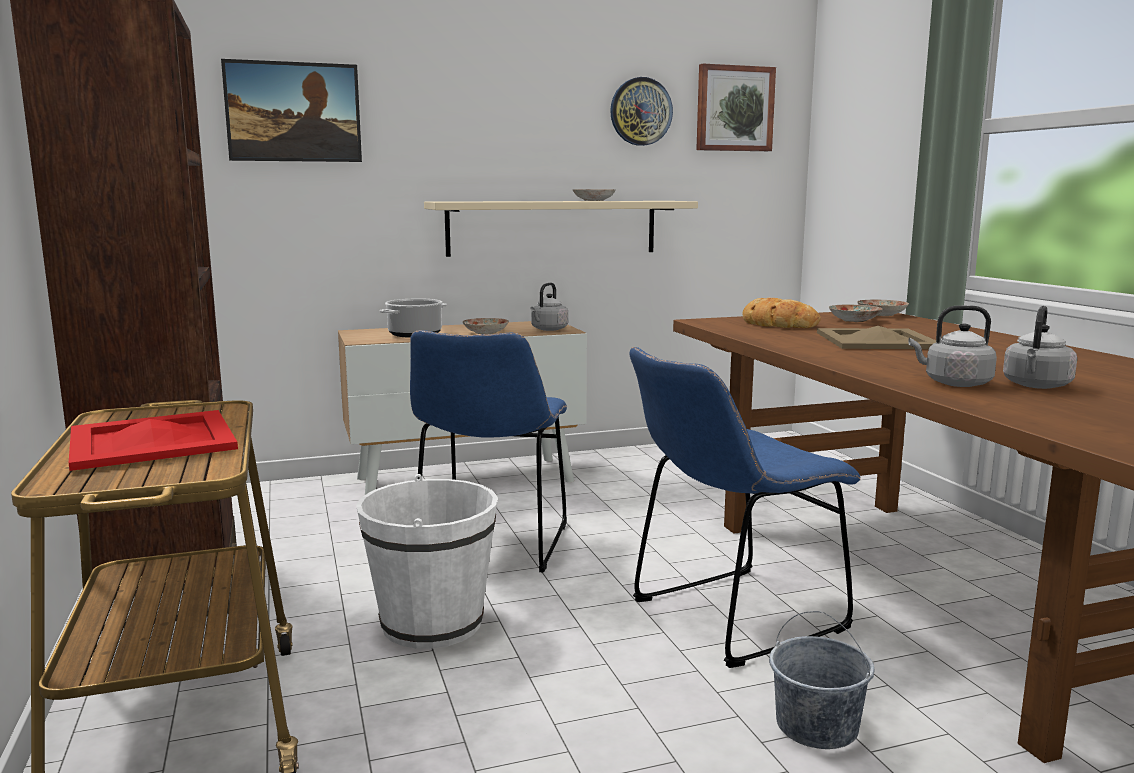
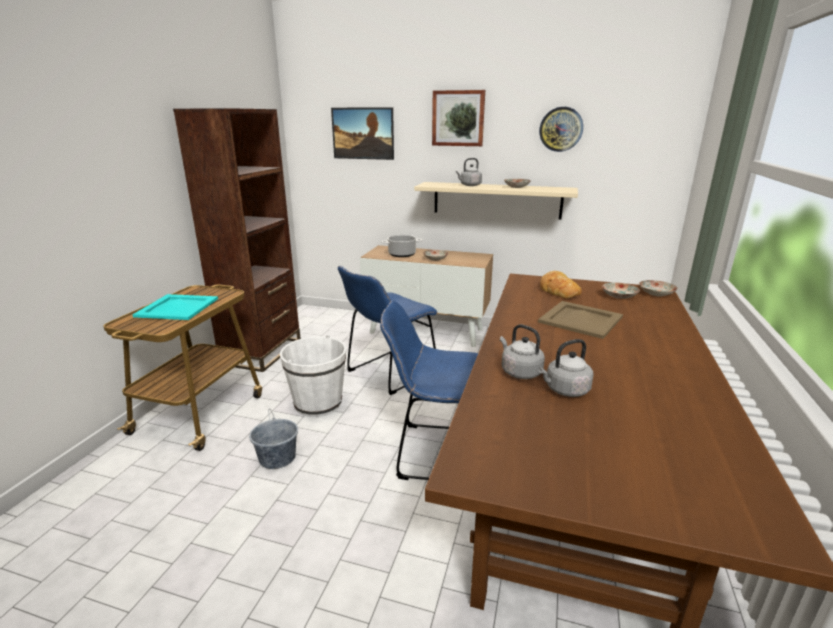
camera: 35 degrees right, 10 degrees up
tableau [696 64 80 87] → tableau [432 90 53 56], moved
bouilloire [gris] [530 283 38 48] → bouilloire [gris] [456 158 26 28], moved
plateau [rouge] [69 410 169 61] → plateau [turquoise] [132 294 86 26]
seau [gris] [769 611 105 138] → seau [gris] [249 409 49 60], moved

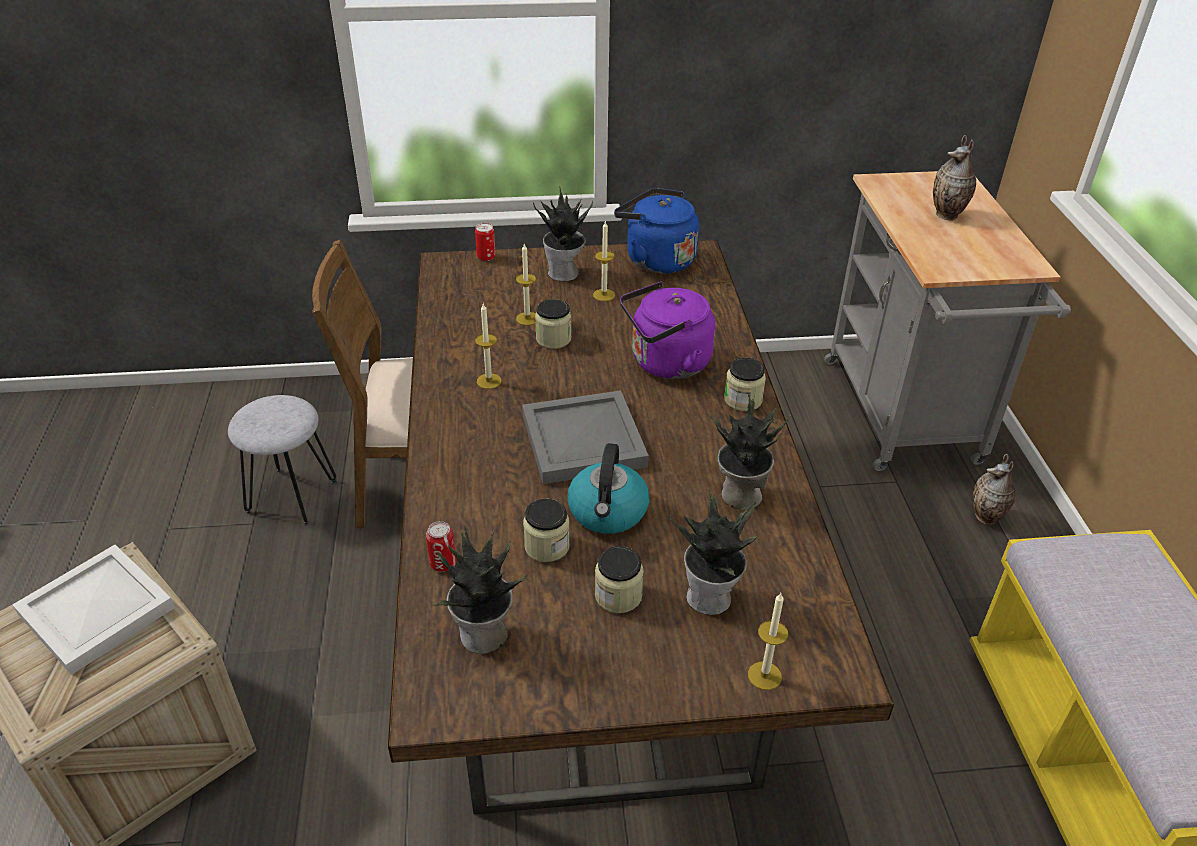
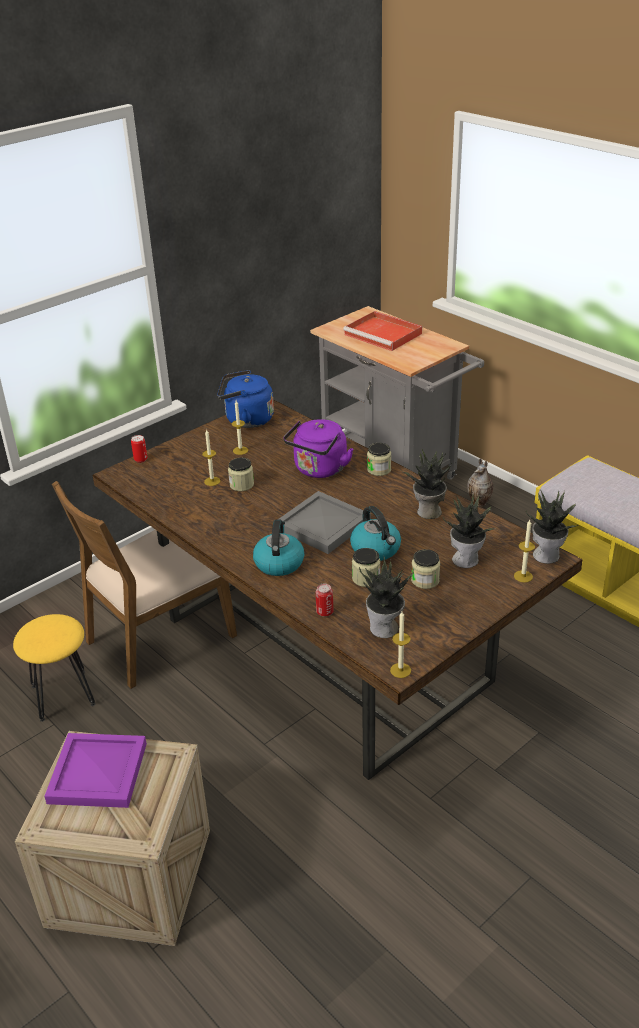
camera: 35 degrees left, 5 degrees down
vase [933 135 43 85] → plateau [rouge] [343 311 79 40]
plante en pot [533 186 60 95] → plante en pot [526 489 54 75], moved
bougie [475 304 27 85] → bougie [390 612 21 66], moved
tabouret [gris] [228 395 109 131] → tabouret [jaune] [13 614 82 108]
plateau [blanc] [13 545 162 130] → plateau [violet] [44 733 103 75]
- → bouilloire [253 520 51 56]

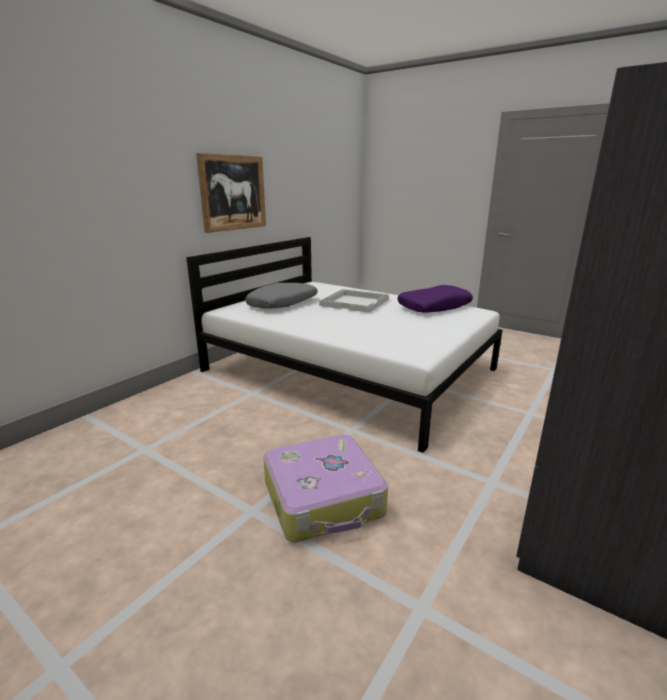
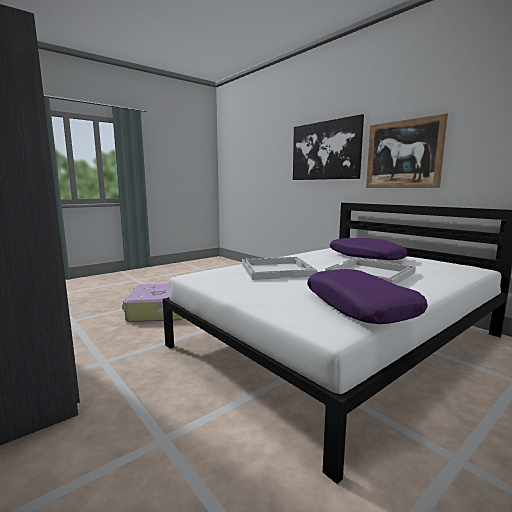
camera: 105 degrees right, 10 degrees down
coussin [gris] [245 283 73 26] → coussin [violet] [330 238 77 22]
- → tableau [293 114 71 66]
- → plateau [blanc] [242 257 76 23]

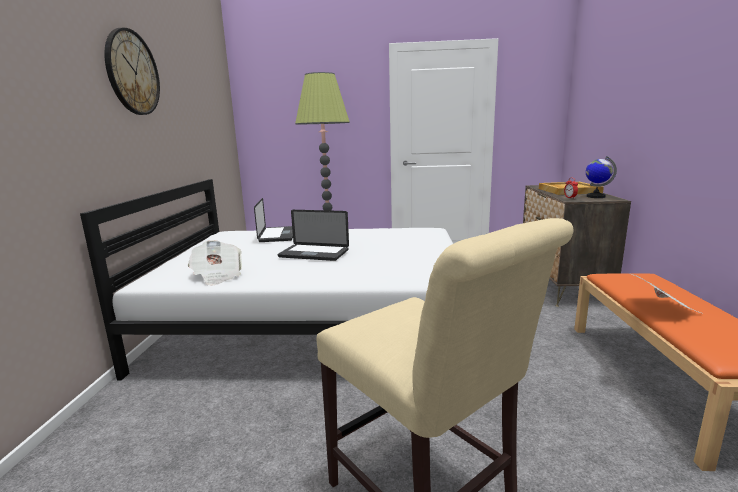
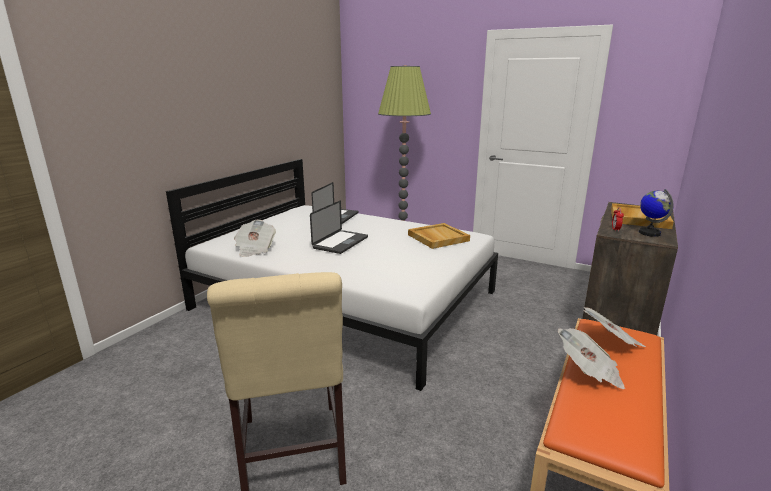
camera: 25 degrees right, 5 degrees up
horloge murale [104 28 56 87] → -
ordinateur portable [278 210 71 51] → ordinateur portable [310 201 58 53], 105 degrees counterclockwise
- → plateau [beige] [408 223 62 26]
- → journal [583 307 63 40]

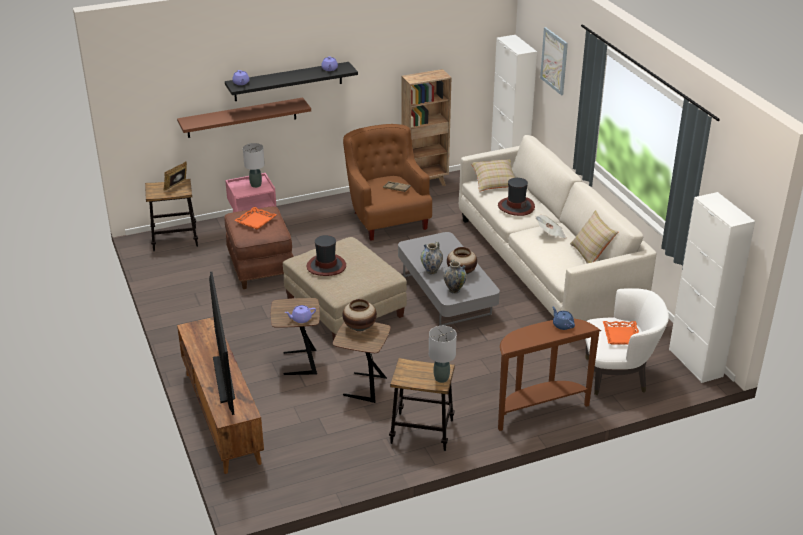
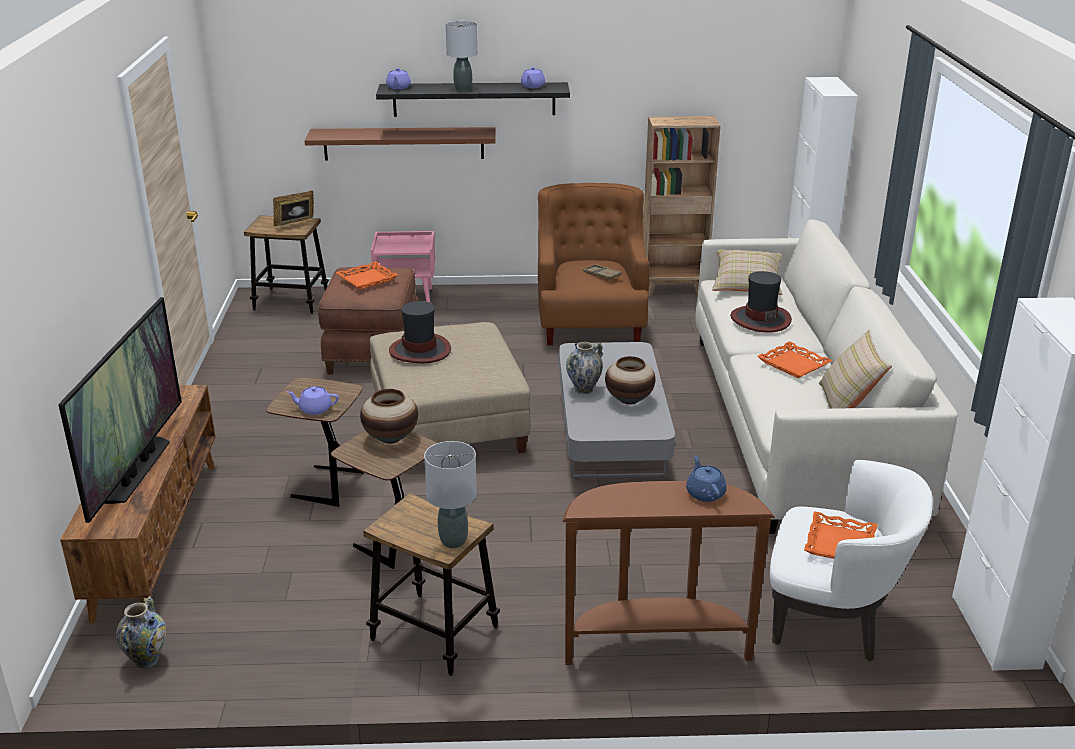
camera: 20 degrees right, 5 degrees down
tableau [540 27 28 69] → -
lampe de table [gris] [243 143 22 45] → lampe de table [gris] [446 21 32 70], moved
journal [535 215 31 24] → plateau [orange] [757 341 75 37]
vase [443 259 24 35] → vase [116 596 51 73], moved

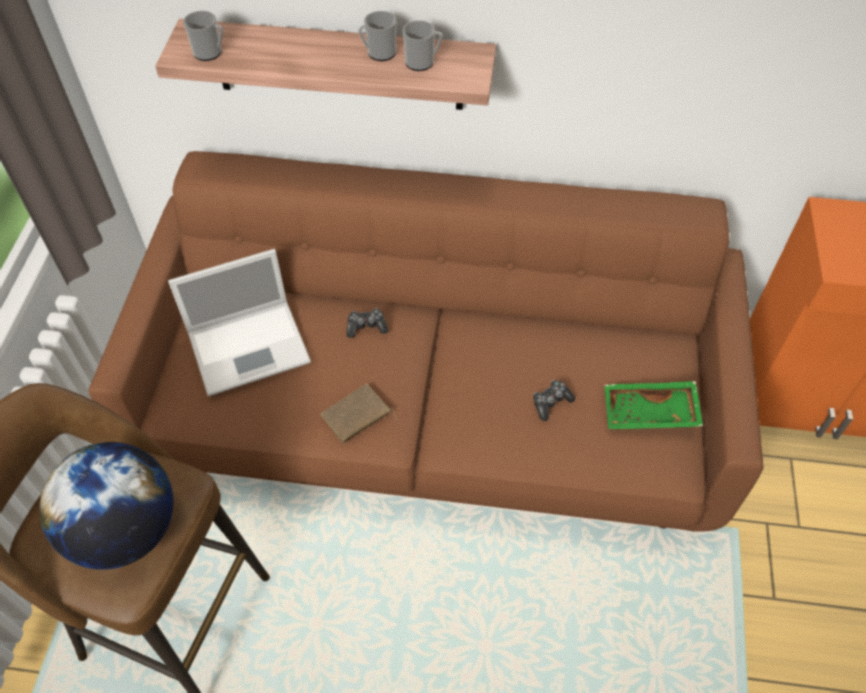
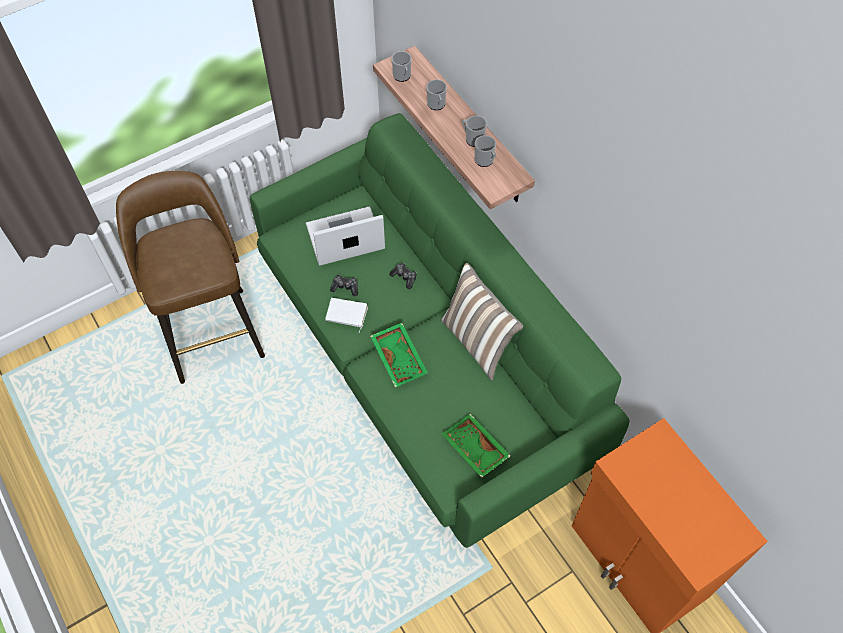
camera: 50 degrees right, 5 degrees up
canapé [marron] [88 151 675 381] → canapé [vert] [250 113 379 435]
ordinateur portable [168 249 143 148] → ordinateur portable [306 206 79 60], 135 degrees clockwise
manette [533 380 42 41] → manette [330 275 28 21], moved
livre [marron] [321 384 77 59] → livre [blanc] [325 298 43 35]
globe [39 442 134 128] → -
- → mug [426 79 21 31]
- → coussin [441 263 82 118]
- → plateau [vert] [370 323 58 65]

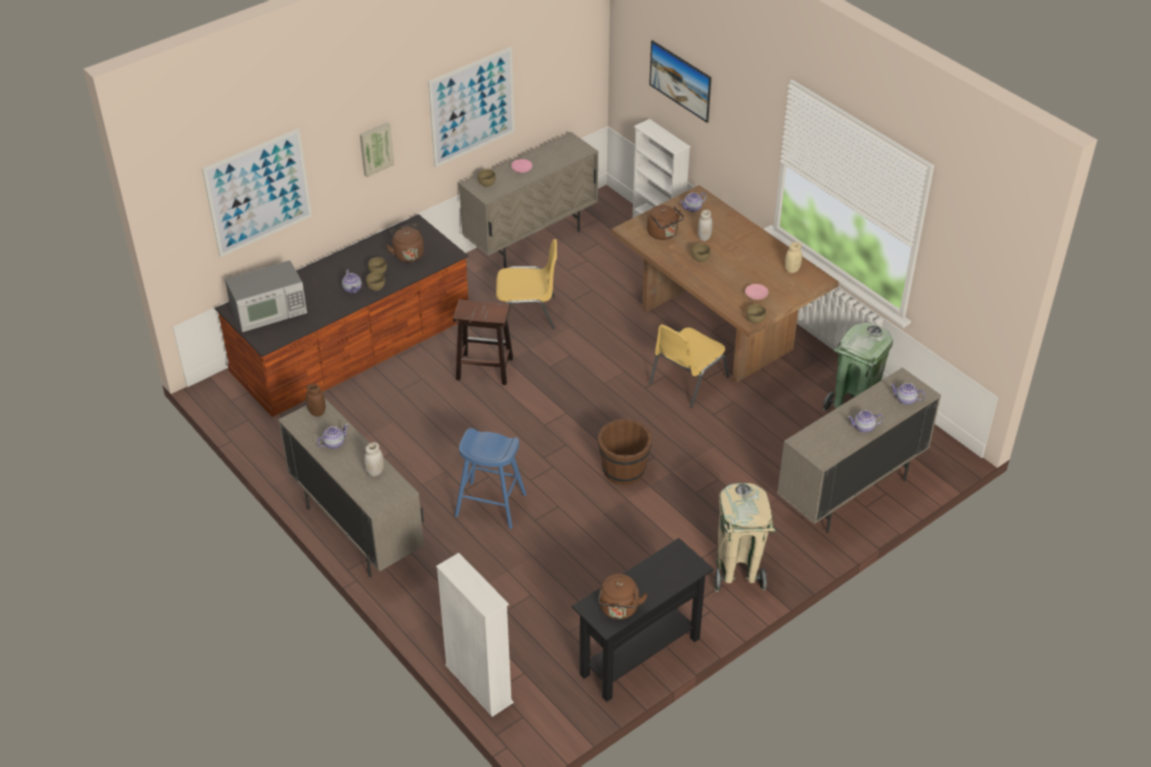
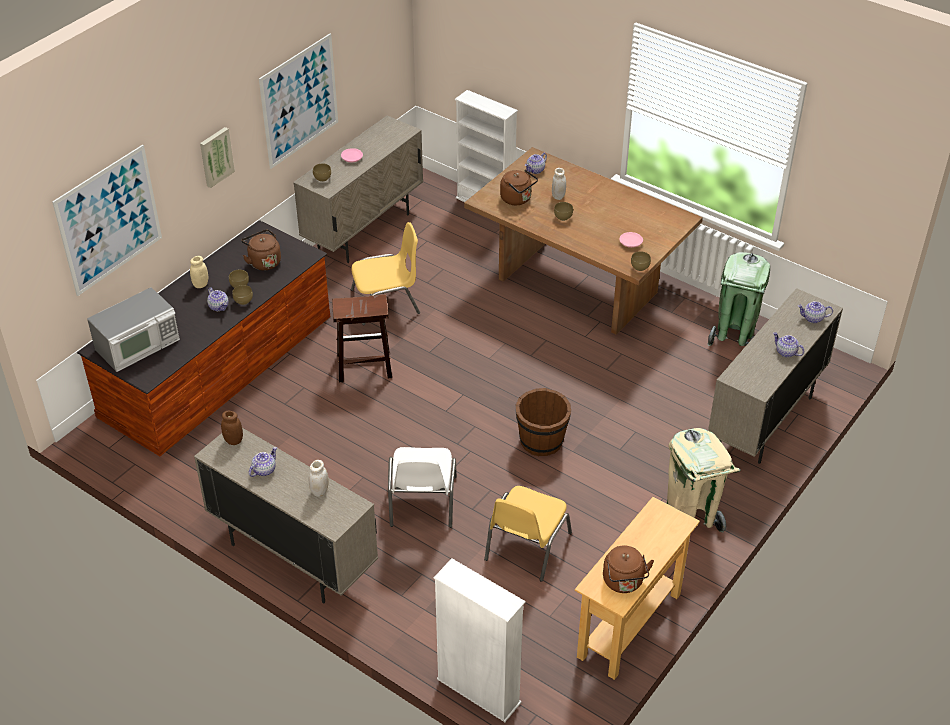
camera: 15 degrees left, 0 degrees up
tableau [649 40 62 83] → -
bocal [beige] [785 242 17 31] → bocal [beige] [190 256 18 32], moved
chaise [jaune] [649 324 80 84] → chaise [jaune] [484 486 88 96], moved
théière [848 410 36 23] → théière [773 332 31 25], 60 degrees clockwise
tabouret [bleu] [455 428 72 101] → chaise [blanc] [388 447 69 81]
table console [noir] [572 538 142 164] → table console [beige] [575 497 125 183]

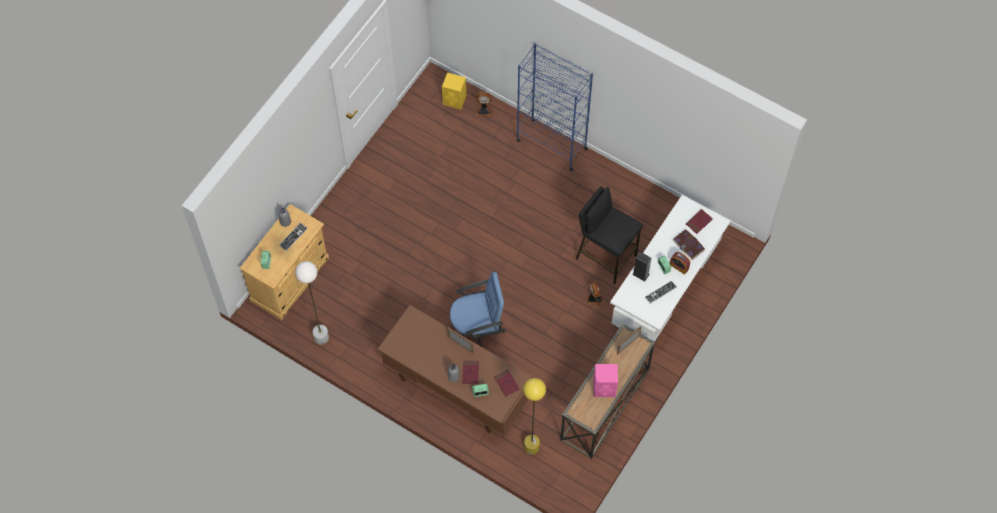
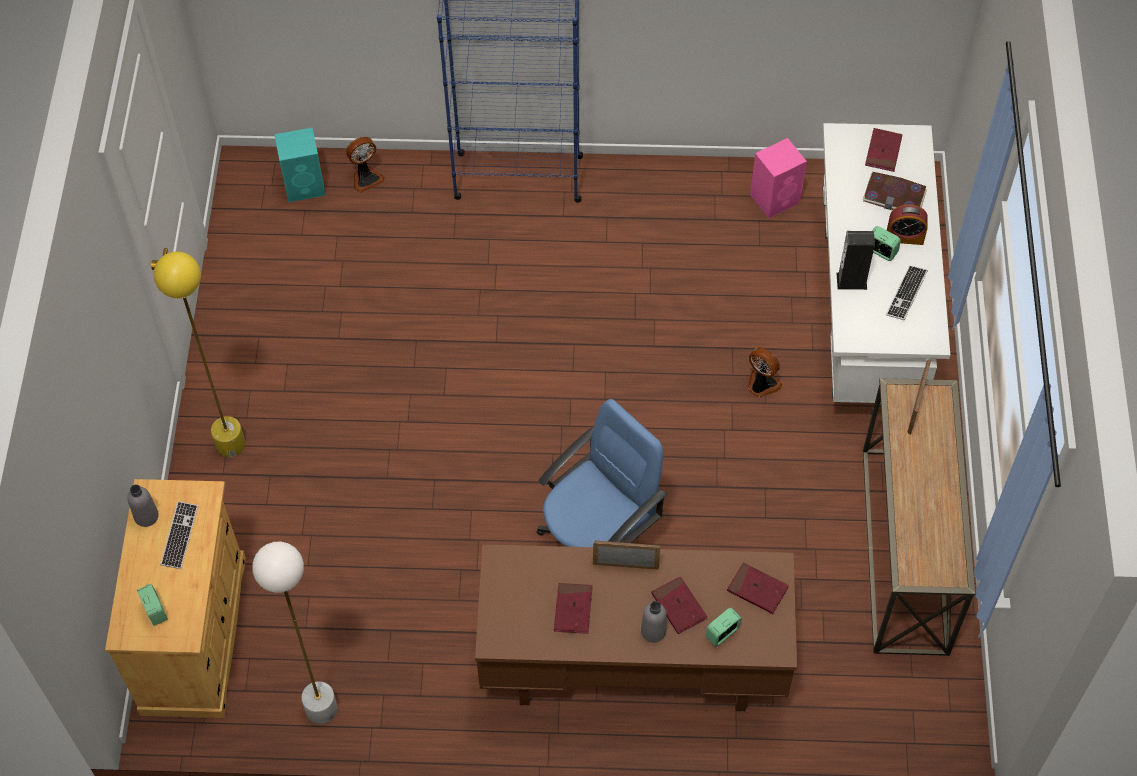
camera: 30 degrees left, 5 degrees down
enceinte [jaune] [442 73 24 37] → enceinte [turquoise] [274 128 52 74]
tabouret [noir] [576 186 67 99] → -
enceinte [rose] [593 364 25 33] → enceinte [rose] [750 138 57 80], moved
lampadaire [jaune] [523 378 23 77] → lampadaire [jaune] [154 251 91 206], moved
- → livre [rouge] [554 583 38 51]

